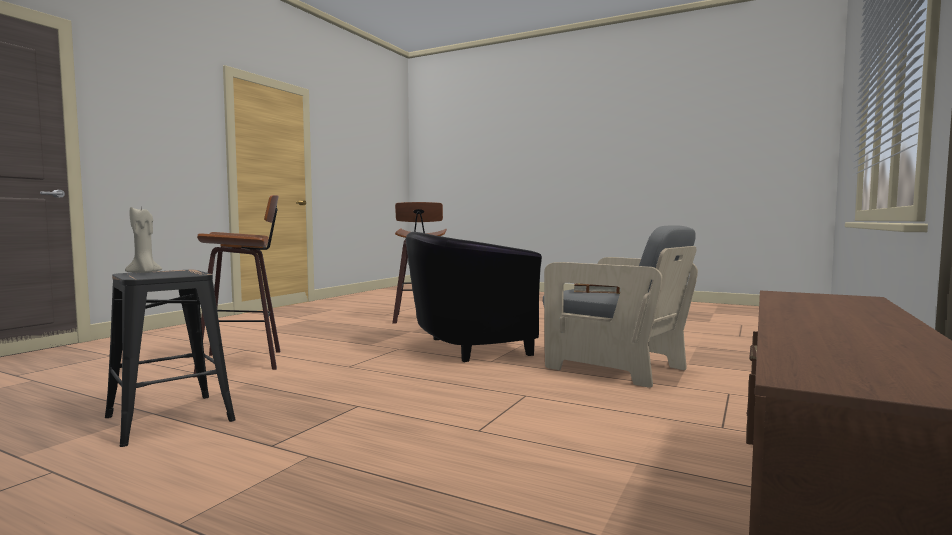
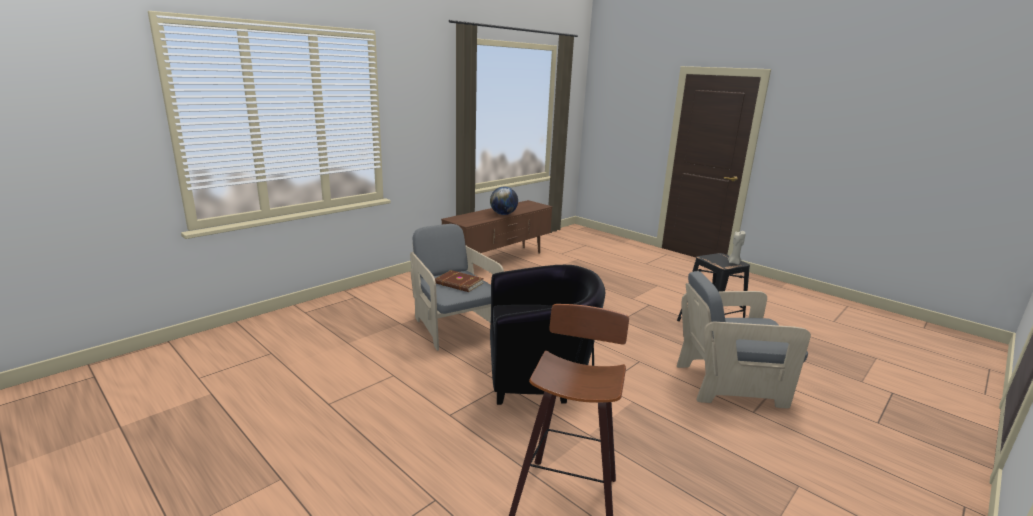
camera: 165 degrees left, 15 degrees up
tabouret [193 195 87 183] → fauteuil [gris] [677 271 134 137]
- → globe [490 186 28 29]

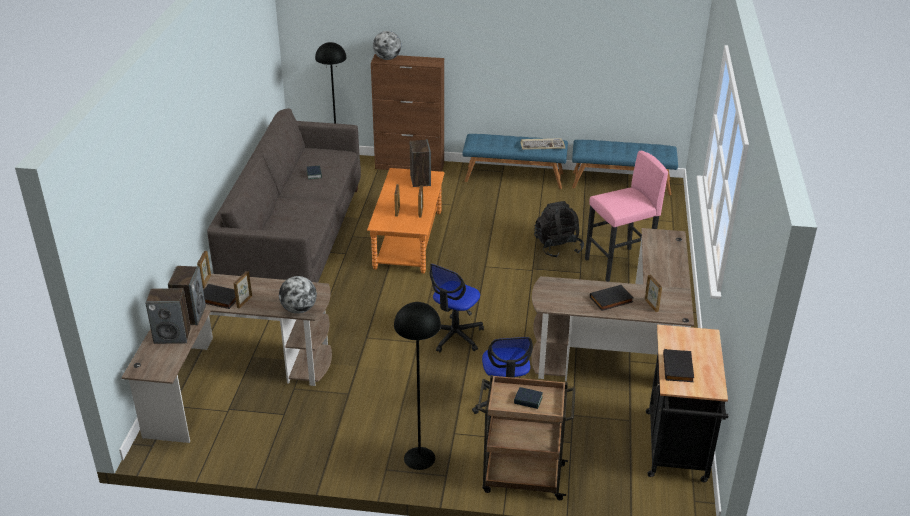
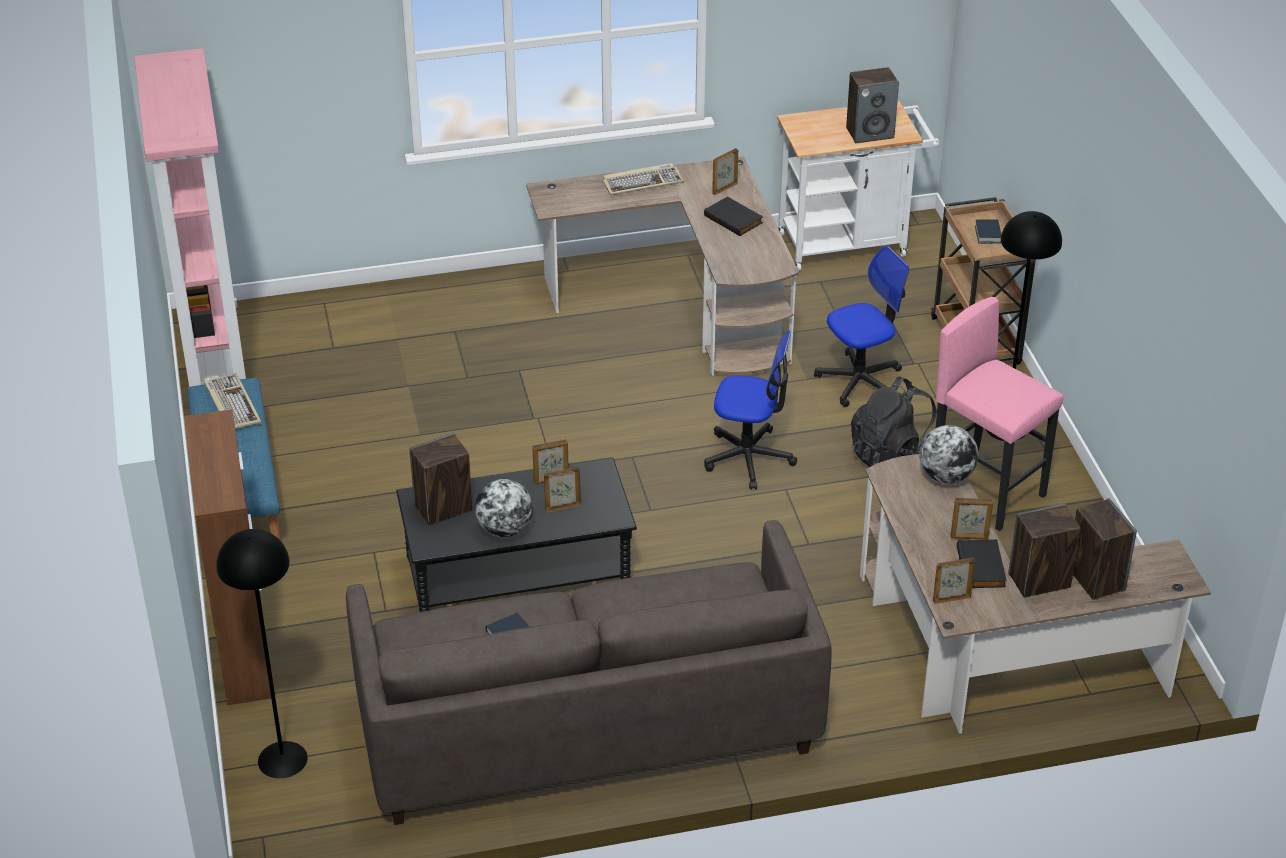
camera: 110 degrees left, 5 degrees up
globe [373 31 28 29] → globe [475 479 58 59], moved
banc [bleu] [572 140 106 55] → bibliothèque [rose] [134 48 112 339]
tabouret [rose] [585 151 83 131] → tabouret [rose] [936 297 127 234], moved
table basse [orange] [367 168 78 105] → table basse [noir] [396 457 241 155]
sac à dos [noir] [534 201 50 57] → sac à dos [noir] [851 377 86 90], moved
chariot [noir] [646 325 82 157] → chariot [blanc] [777 101 162 170]
livre [noir] [663 349 31 33] → enceinte [846 67 53 76]
- → clavier [603 163 81 33]

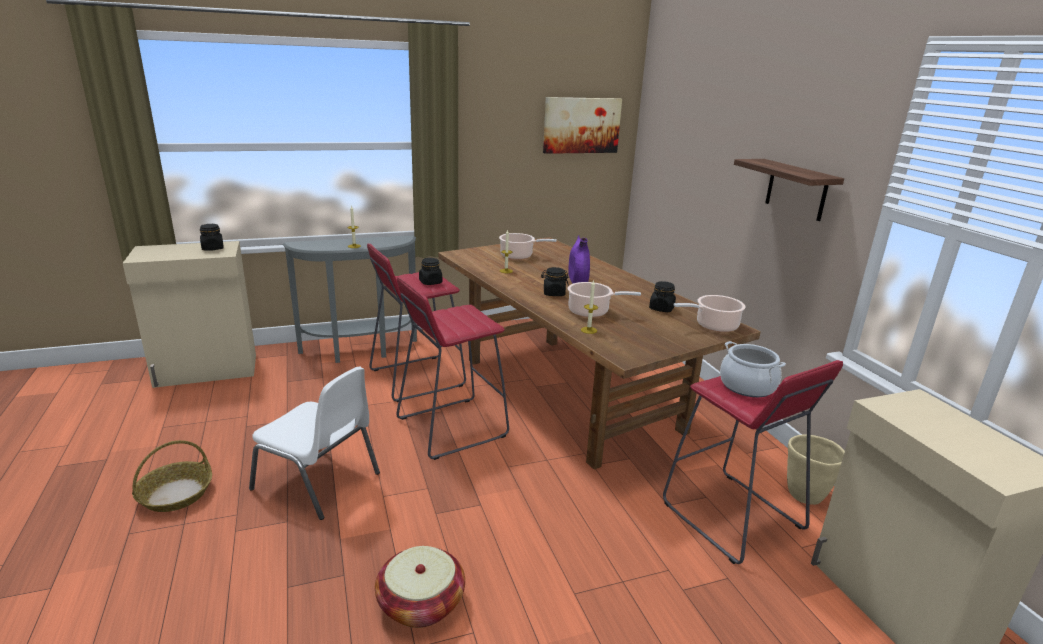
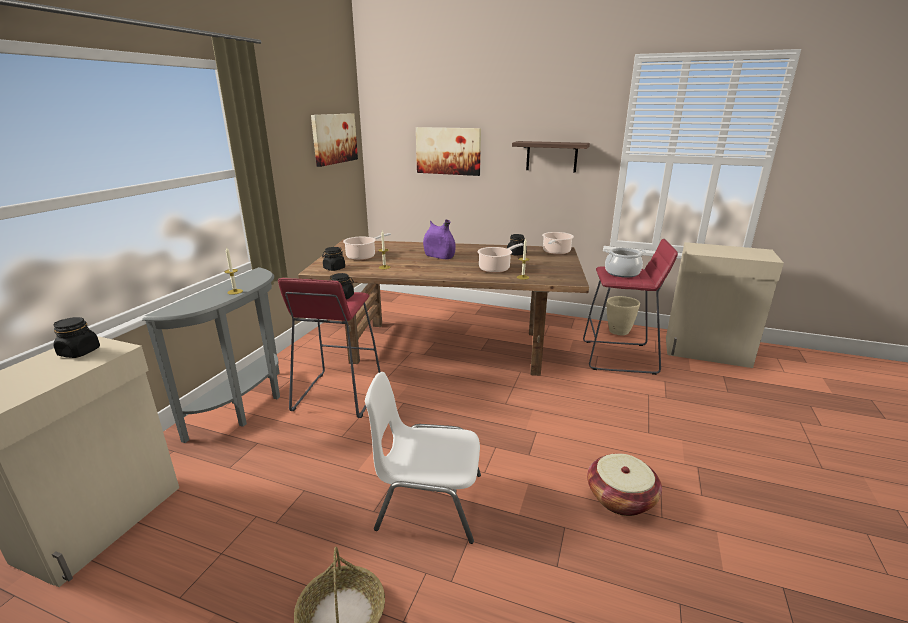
camera: 50 degrees left, 0 degrees up
bocal [noir] [541 267 28 29] → bocal [noir] [322 247 23 24], moved
tabouret [rouge] [396 277 113 183] → -
chaise [blanc] [249 367 131 153] → chaise [blanc] [365 372 116 172], 150 degrees counterclockwise
- → tableau [416 127 65 49]

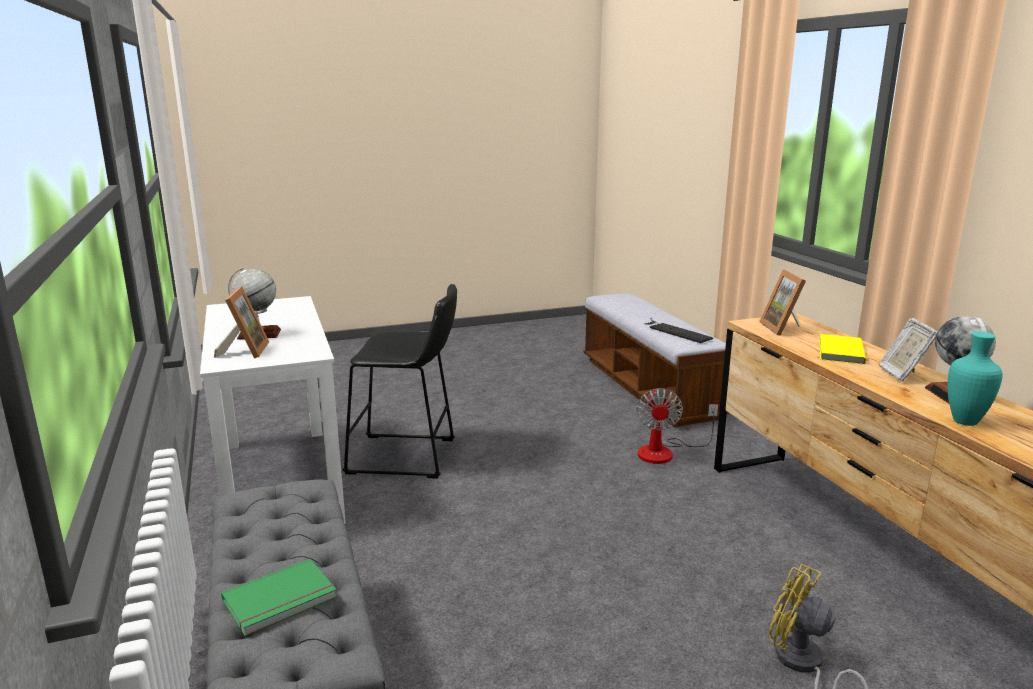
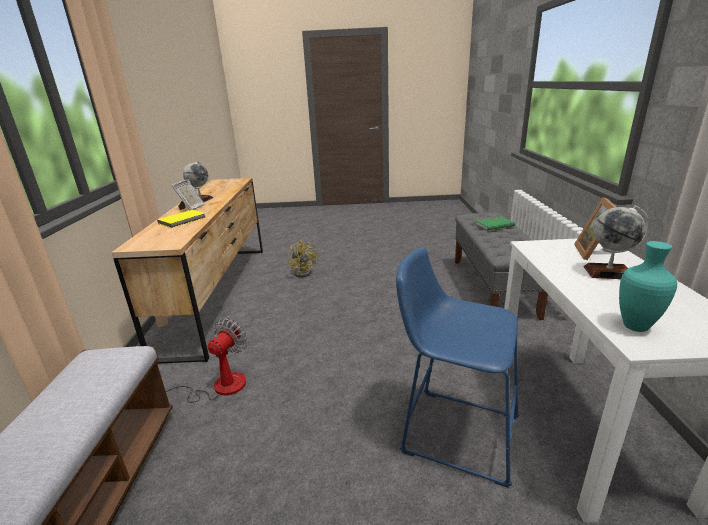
camera: 160 degrees left, 5 degrees up
cadre photo [759 269 47 67] → -
tabouret [noir] [343 284 114 195] → tabouret [bleu] [396 247 123 241]
clavier [644 318 69 25] → -
vase [turquoise] [947 331 56 95] → vase [turquoise] [619 241 58 91], moved

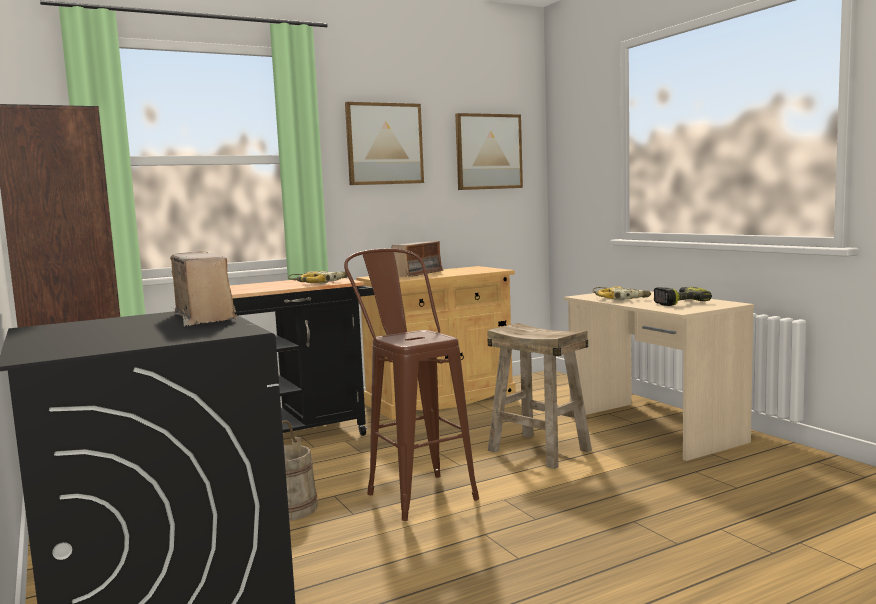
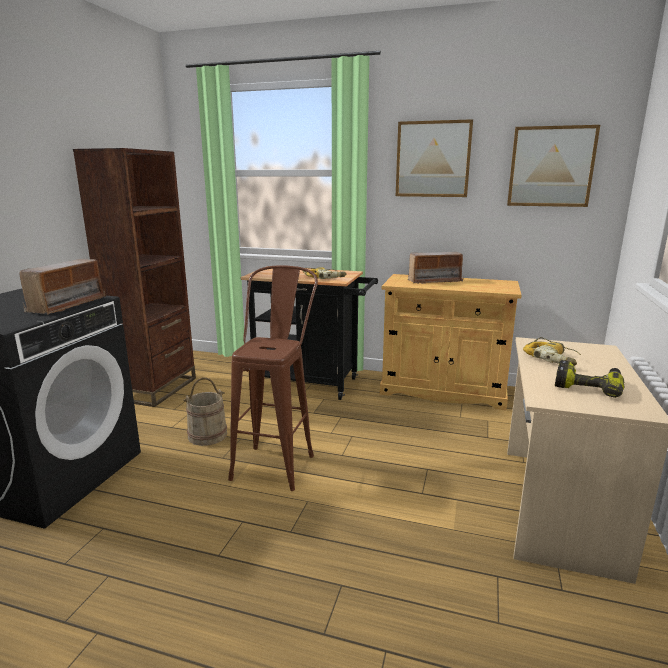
camera: 45 degrees right, 10 degrees up
tabouret [beige] [487 323 105 146] → -

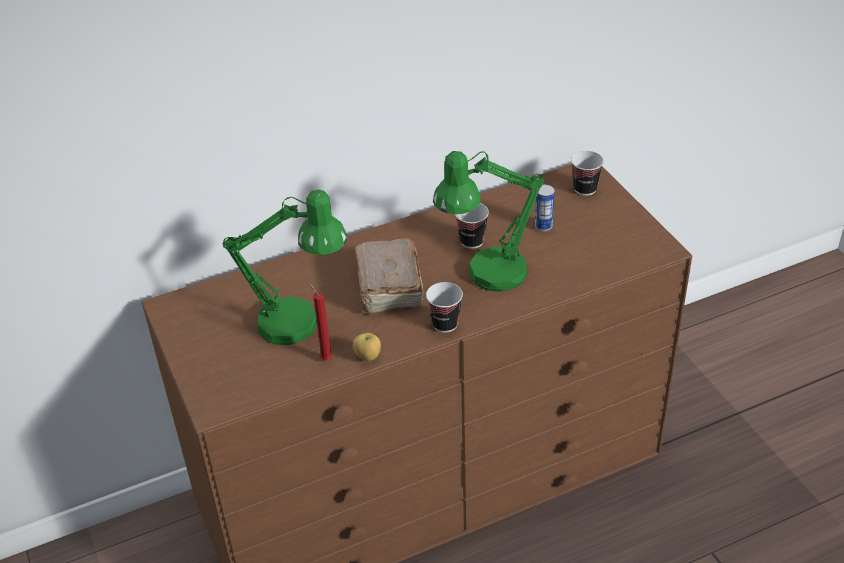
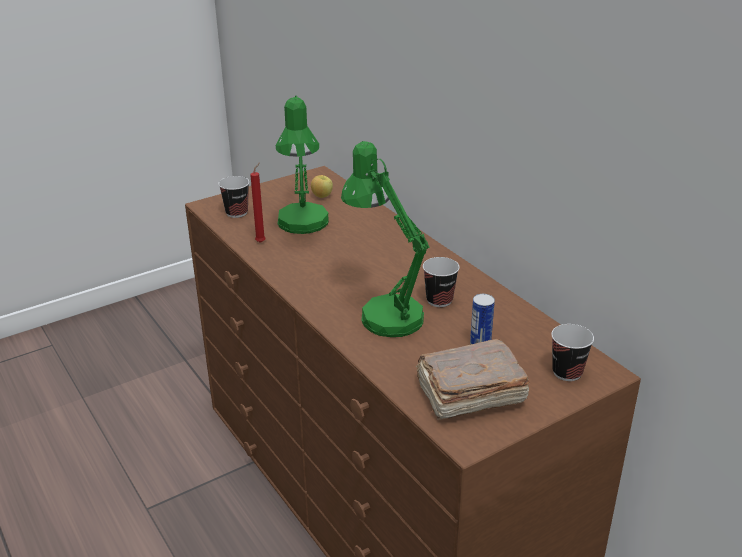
camera: 80 degrees right, 10 degrees down
livre [marron] [353 238 71 76] → livre [marron] [416 339 114 81], moved
tasse [426 282 37 51] → tasse [218 176 31 42], moved
pomme [353 333 28 28] → pomme [311 175 22 23], moved

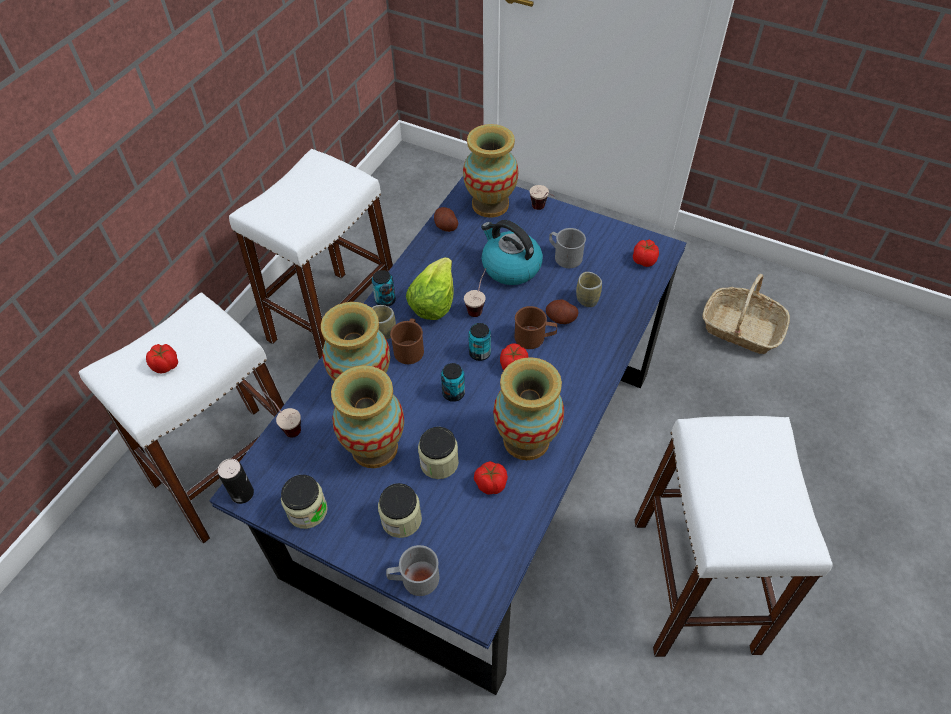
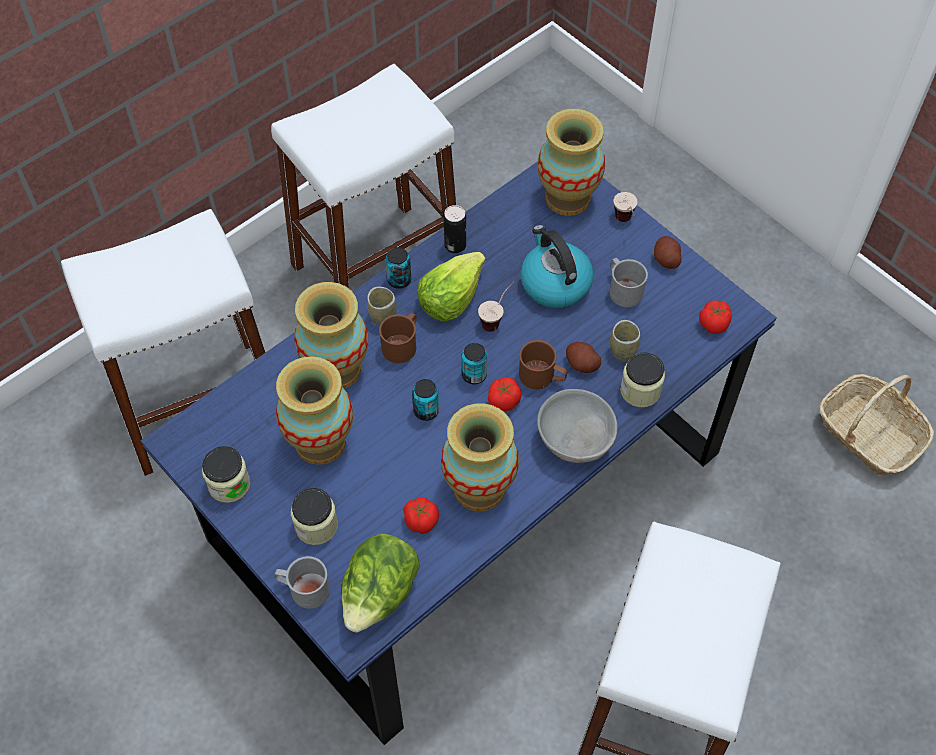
camera: 20 degrees right, 5 degrees up
pomme de terre [434 207 24 25] → pomme de terre [654 236 28 33], moved
tomate [146 344 32 29] → -
tasse [263 392 38 46] → -
bocal [418 427 41 52] → bocal [620 353 45 54], moved
boîte métallique [218 459 36 45] → boîte métallique [444 205 22 48], moved
- → bol [gris] [537 389 80 74]
- → laitue [341 534 79 99]

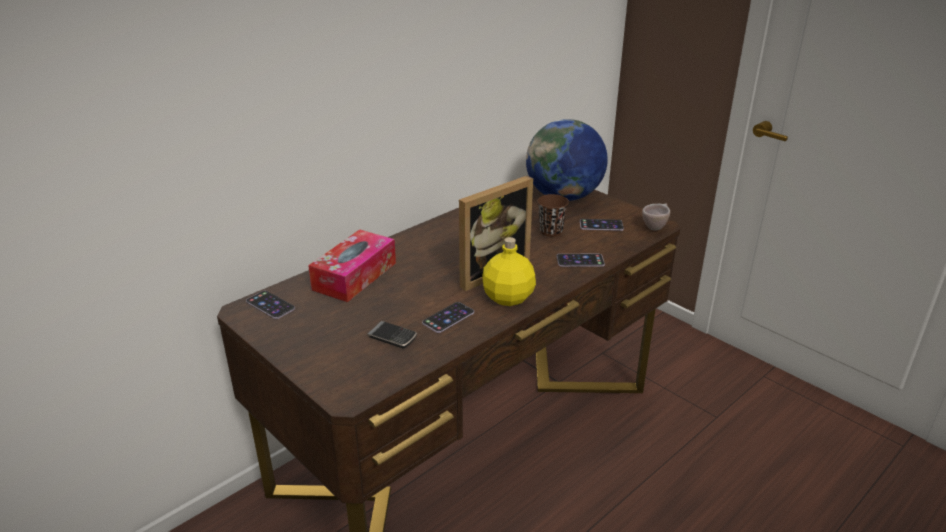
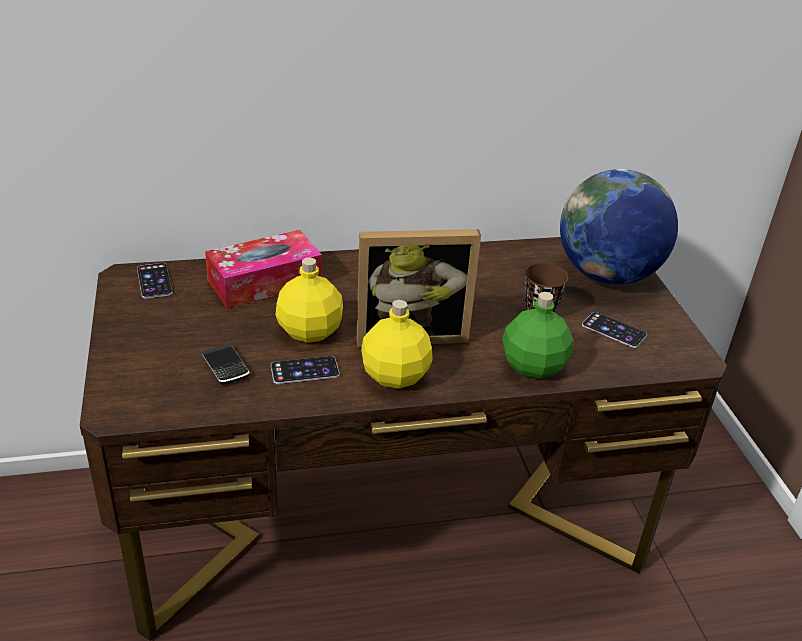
camera: 30 degrees right, 5 degrees up
tasse [beige] [642 204 28 27] → -
téléphone [557 254 48 13] → bouteille [vert] [502 292 72 87]
- → bouteille [jaune] [276 258 67 85]

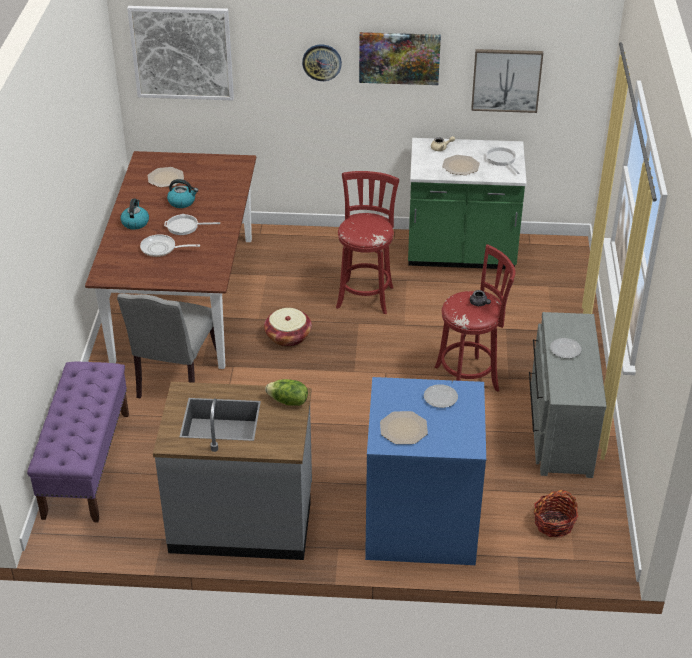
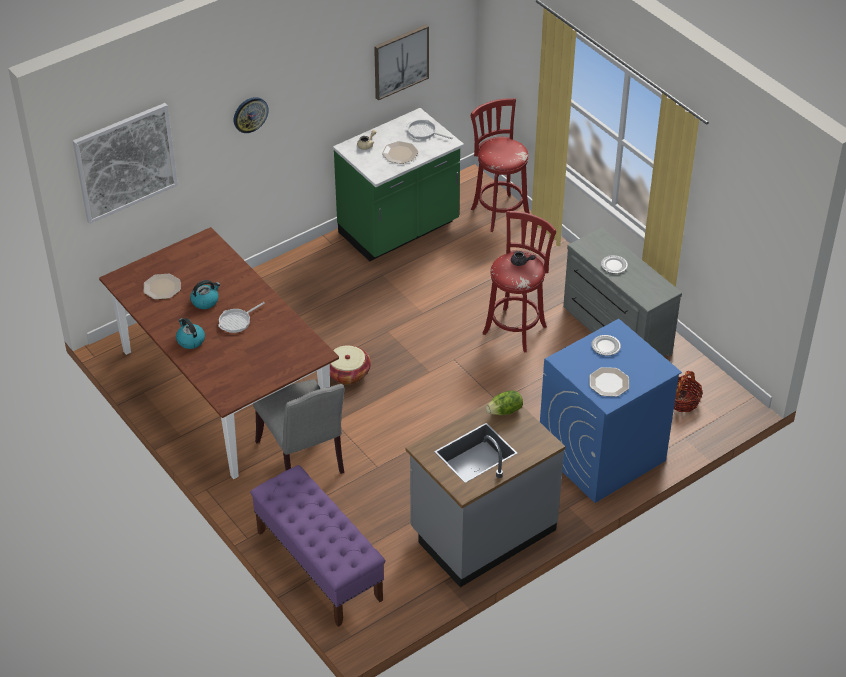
camera: 40 degrees left, 5 degrees up
tableau [359 32 82 53] → -
tabouret [rouge] [336 171 63 143] → tabouret [rouge] [471 98 59 134], moved
poêle [140 234 60 23] → -

